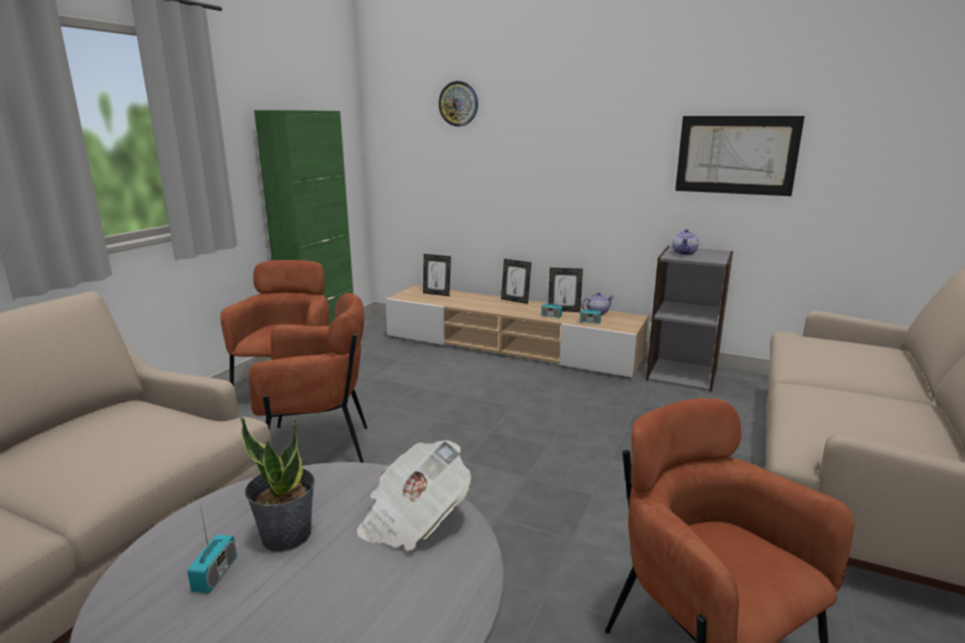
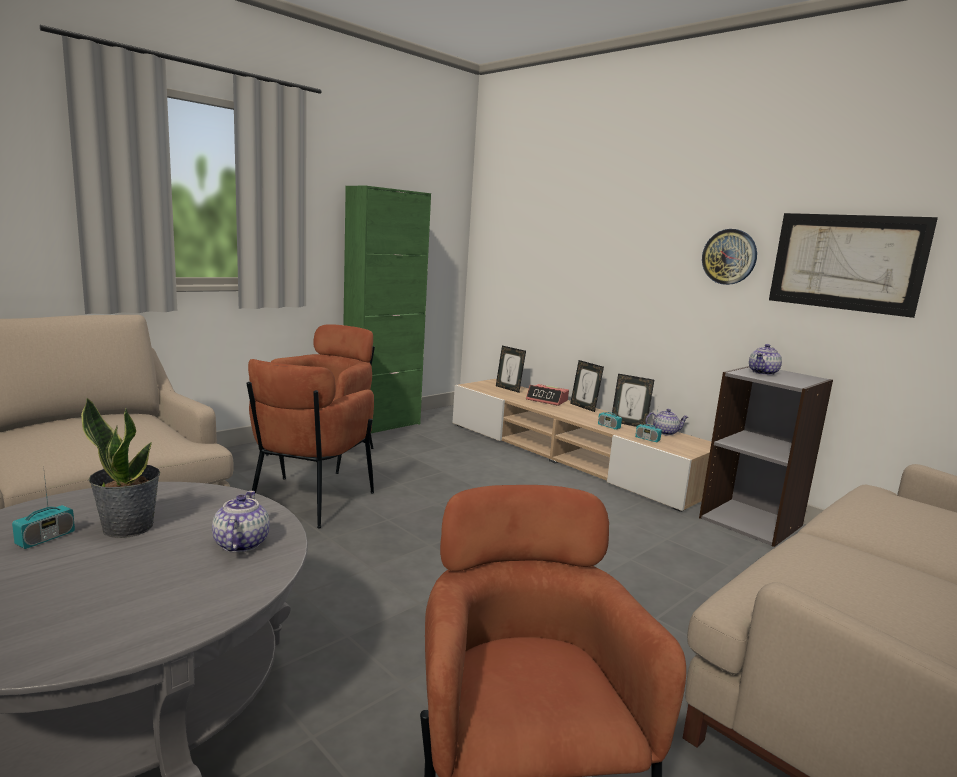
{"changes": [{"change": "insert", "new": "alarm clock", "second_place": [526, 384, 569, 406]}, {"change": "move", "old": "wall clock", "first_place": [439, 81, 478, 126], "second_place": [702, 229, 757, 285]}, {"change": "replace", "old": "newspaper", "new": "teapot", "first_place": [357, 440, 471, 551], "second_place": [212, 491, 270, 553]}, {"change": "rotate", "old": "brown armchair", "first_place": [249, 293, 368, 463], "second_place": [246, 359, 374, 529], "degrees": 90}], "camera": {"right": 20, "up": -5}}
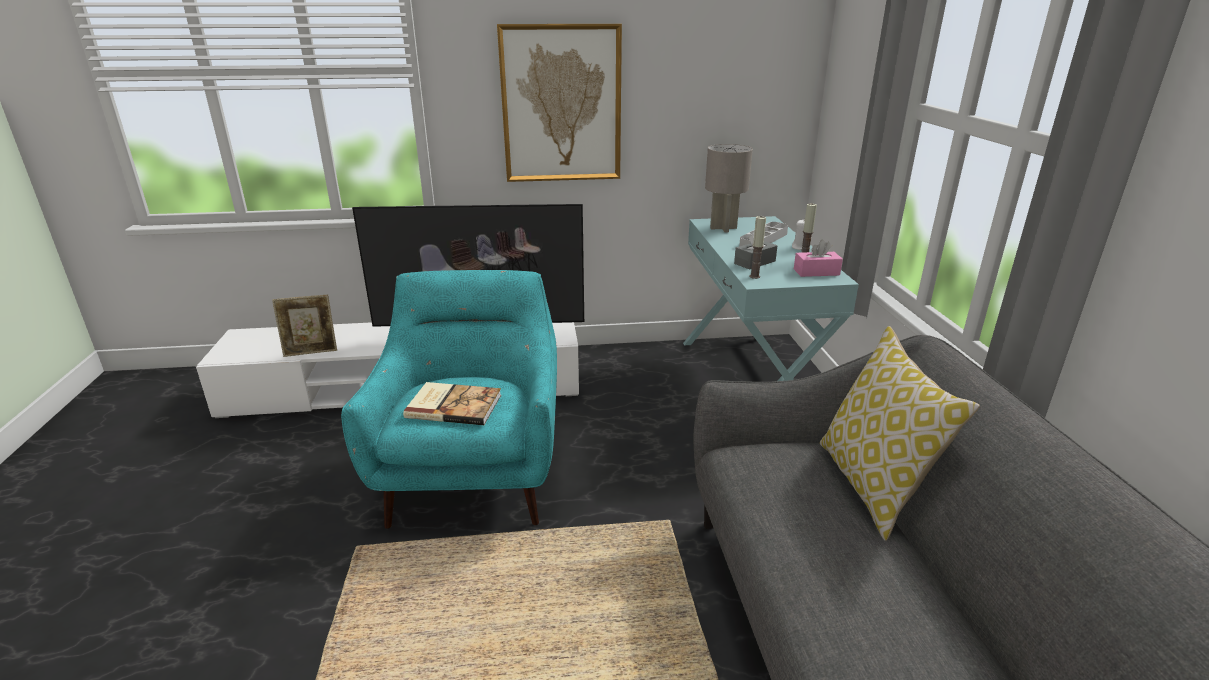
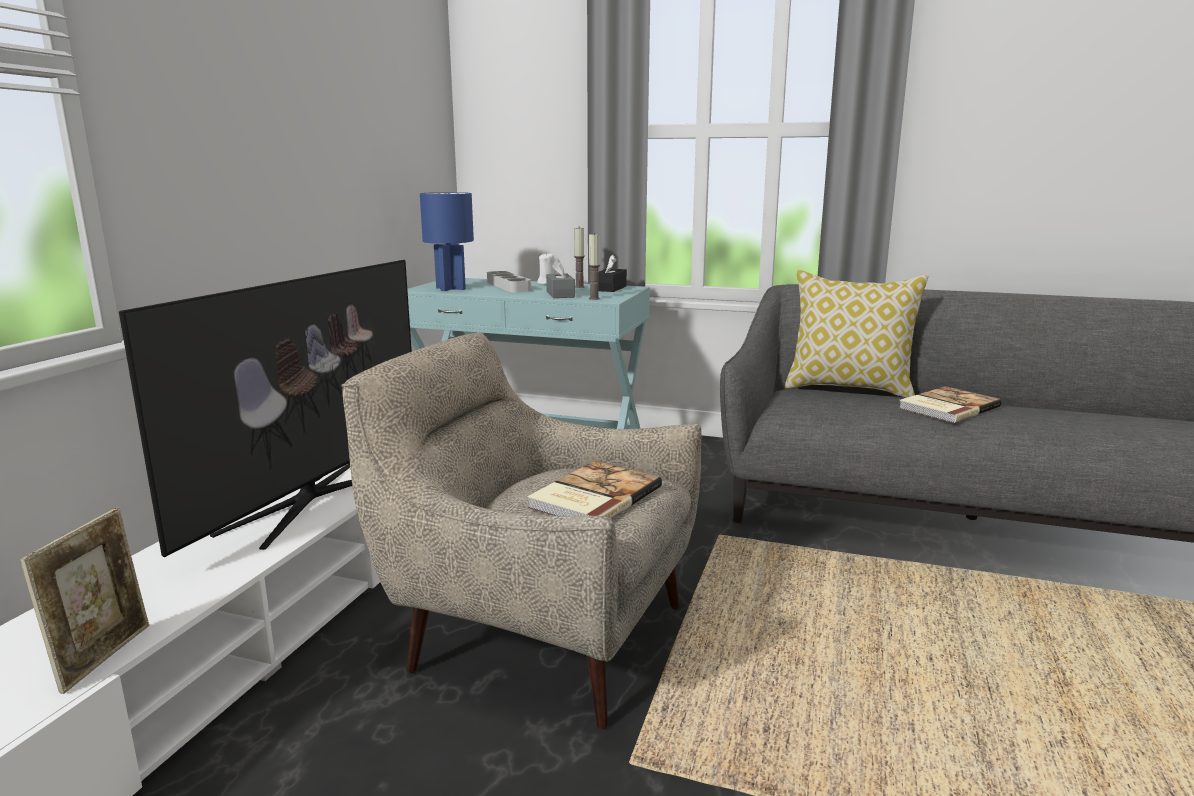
{"changes": [{"change": "delete", "old": "picture", "first_place": [497, 24, 622, 182]}, {"change": "insert", "new": "book", "second_place": [899, 386, 1001, 423]}, {"change": "recolor", "old": "turquoise armchair", "new": "beige armchair", "first_place": [341, 270, 557, 529], "second_place": [342, 333, 702, 729]}, {"change": "recolor", "old": "grey table lamp", "new": "blue table lamp", "first_place": [705, 144, 753, 233], "second_place": [420, 192, 474, 291]}, {"change": "recolor", "old": "pink tissue box", "new": "black tissue box", "first_place": [794, 240, 843, 277], "second_place": [598, 254, 627, 292]}], "camera": {"right": -65, "up": -10}}
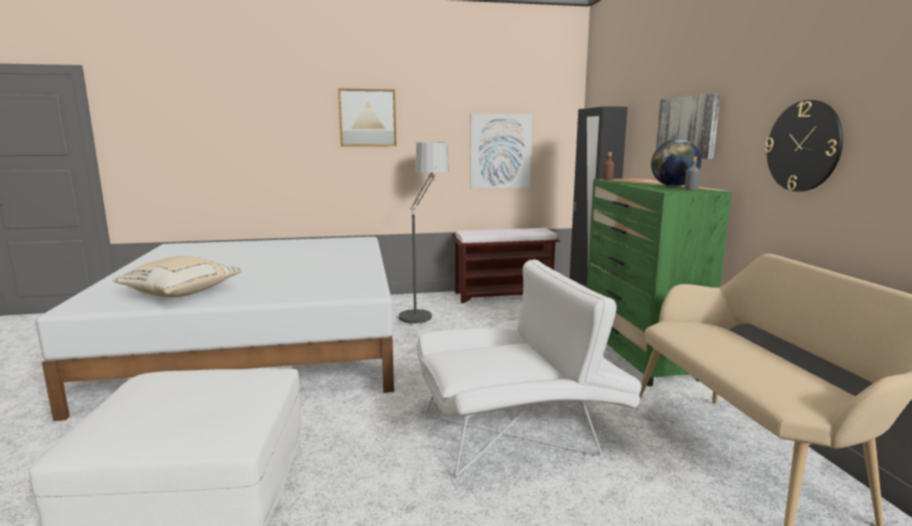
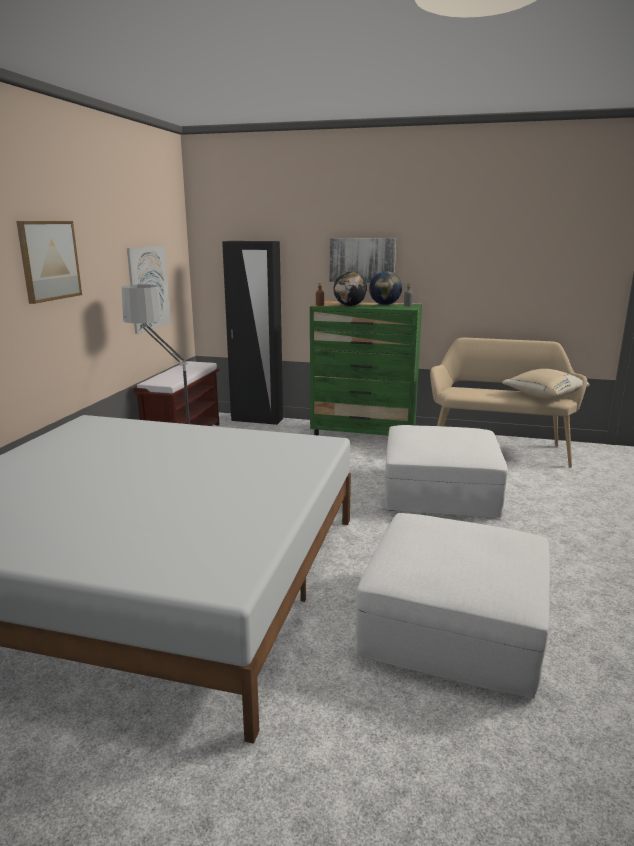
{"changes": [{"change": "delete", "old": "wall clock", "first_place": [765, 100, 843, 192]}, {"change": "insert", "new": "globe", "second_place": [334, 272, 367, 306]}, {"change": "move", "old": "beige pillow", "first_place": [113, 256, 242, 297], "second_place": [502, 369, 590, 399]}, {"change": "replace", "old": "white armchair", "new": "white ottoman", "first_place": [416, 259, 642, 476], "second_place": [385, 425, 508, 518]}], "camera": {"right": -65, "up": 5}}
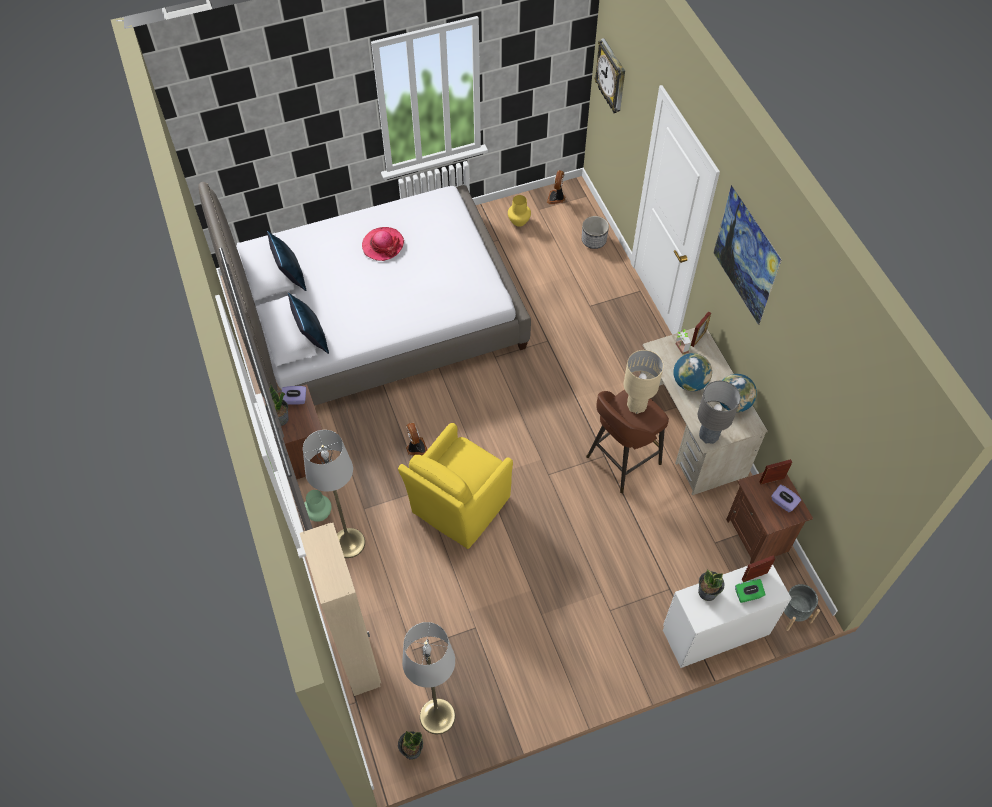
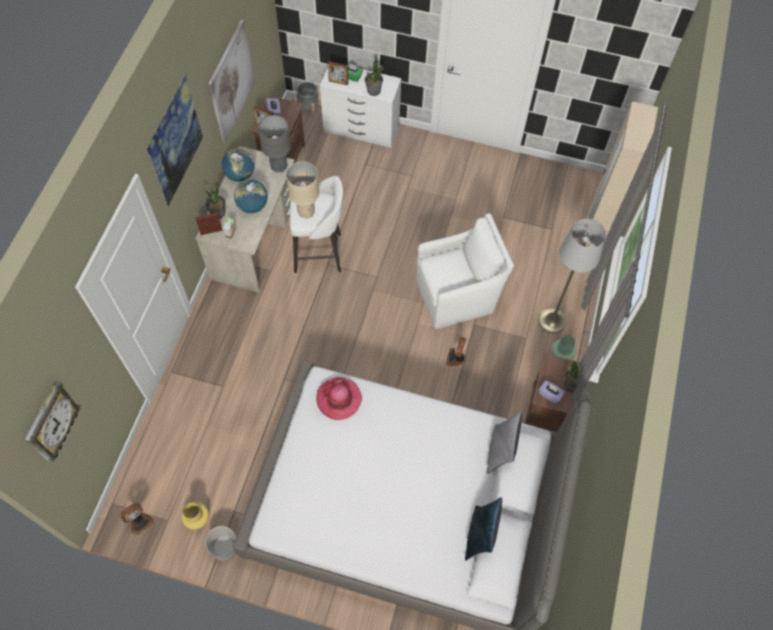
{"changes": [{"change": "delete", "old": "grey floor lamp", "first_place": [402, 622, 455, 734]}, {"change": "insert", "new": "picture", "second_place": [208, 20, 255, 143]}, {"change": "move", "old": "hat", "first_place": [362, 227, 404, 261], "second_place": [316, 377, 362, 420]}, {"change": "move", "old": "potted plant", "first_place": [398, 731, 423, 760], "second_place": [202, 181, 226, 219]}, {"change": "move", "old": "planter", "first_place": [582, 216, 609, 249], "second_place": [205, 526, 236, 561]}, {"change": "recolor", "old": "blue pillow", "new": "grey pillow", "first_place": [288, 293, 329, 354], "second_place": [486, 412, 522, 474]}, {"change": "recolor", "old": "yellow armchair", "new": "white armchair", "first_place": [398, 423, 513, 549], "second_place": [416, 213, 514, 329]}, {"change": "recolor", "old": "brown stool", "new": "white stool", "first_place": [586, 389, 669, 493], "second_place": [290, 176, 343, 273]}], "camera": {"right": -145, "up": 5}}
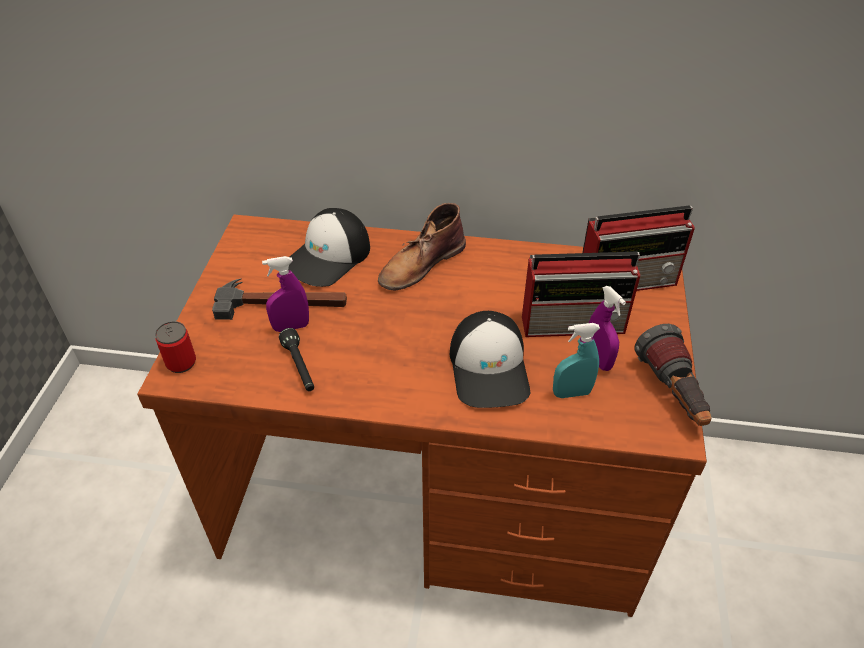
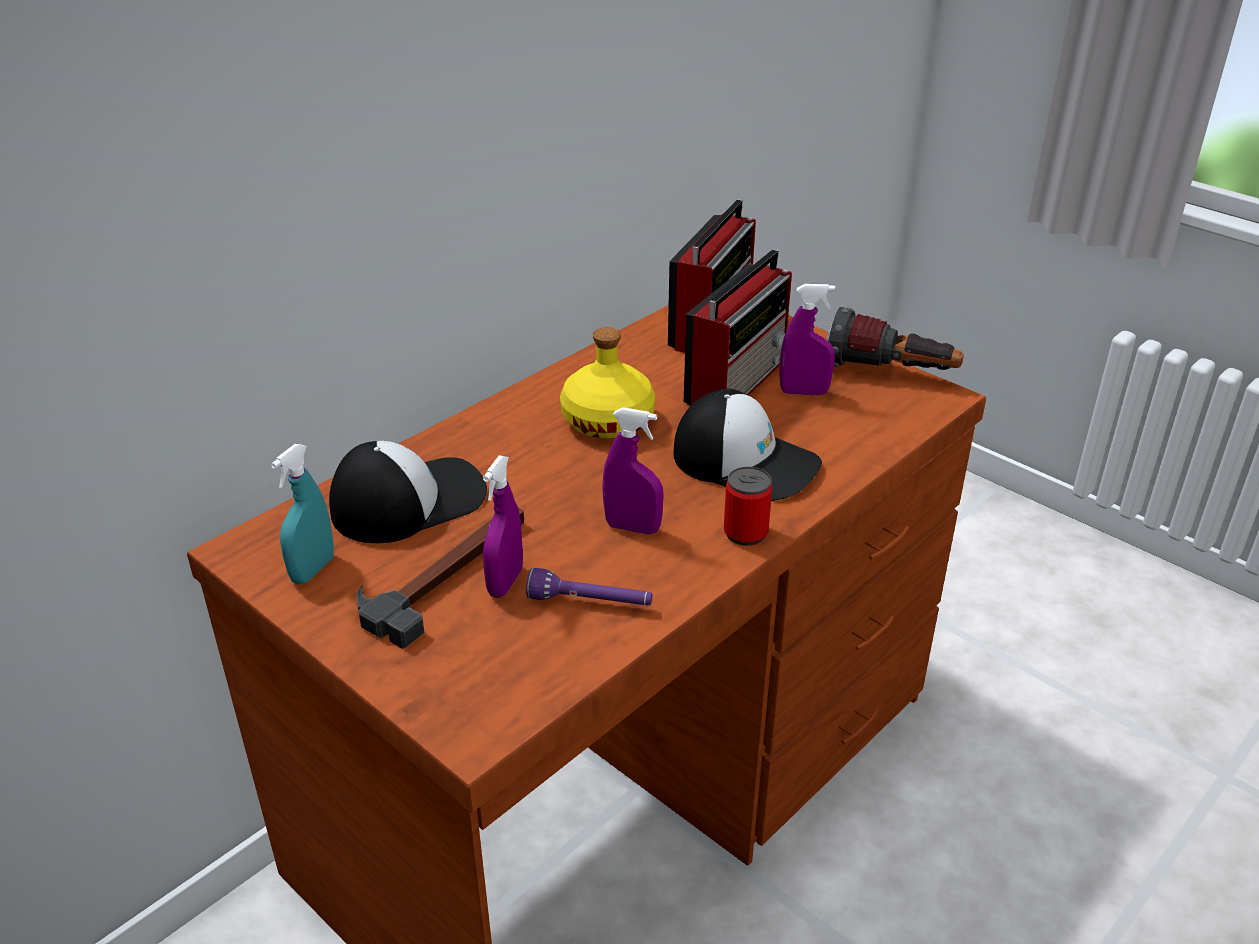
{"changes": [{"change": "delete", "old": "brown boot", "first_place": [378, 203, 466, 290]}, {"change": "insert", "new": "yellow bottle", "second_place": [560, 327, 655, 438]}, {"change": "insert", "new": "purple spray bottle", "second_place": [602, 407, 664, 534]}, {"change": "move", "old": "can", "first_place": [155, 321, 196, 373], "second_place": [724, 467, 772, 546]}, {"change": "move", "old": "turquoise spray bottle", "first_place": [553, 323, 600, 398], "second_place": [271, 444, 334, 584]}, {"change": "recolor", "old": "black flashlight", "new": "purple flashlight", "first_place": [279, 328, 314, 391], "second_place": [526, 568, 652, 605]}, {"change": "rotate", "old": "cap", "first_place": [288, 208, 370, 287], "second_place": [329, 441, 487, 543], "degrees": -105}], "camera": {"right": -55, "up": -10}}
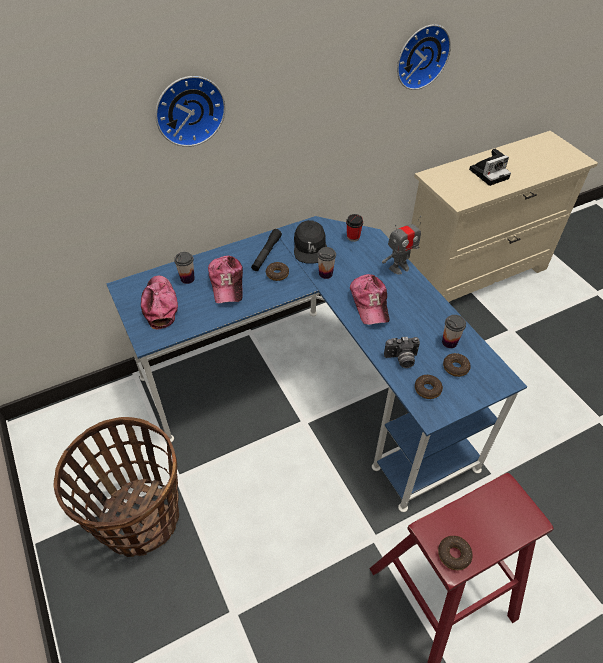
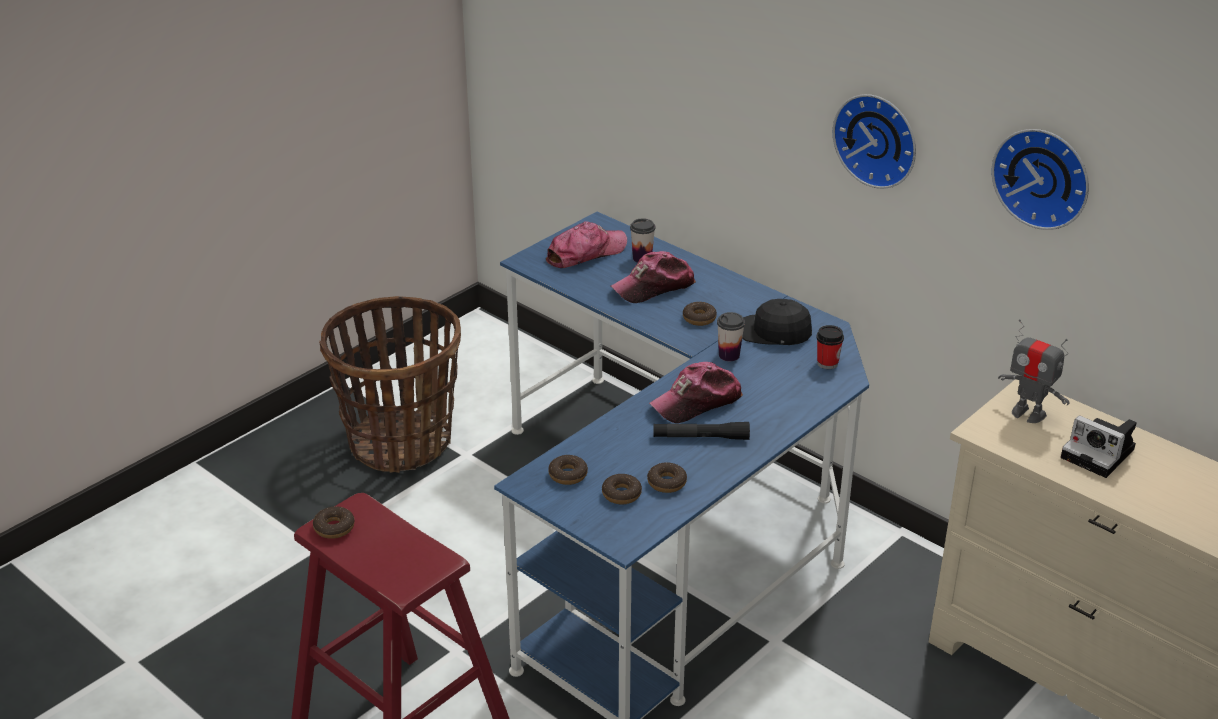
{"changes": [{"change": "delete", "old": "photo camera", "first_place": [384, 337, 420, 368]}, {"change": "move", "old": "wall clock", "first_place": [155, 76, 226, 147], "second_place": [833, 94, 916, 189]}, {"change": "move", "old": "black flashlight", "first_place": [251, 229, 282, 271], "second_place": [653, 422, 750, 440]}, {"change": "move", "old": "toy robot", "first_place": [382, 216, 421, 274], "second_place": [998, 319, 1070, 423]}, {"change": "replace", "old": "cup", "new": "donut", "first_place": [442, 315, 466, 348], "second_place": [647, 462, 687, 493]}, {"change": "rotate", "old": "black cap", "first_place": [294, 220, 327, 263], "second_place": [742, 299, 812, 345], "degrees": 45}], "camera": {"right": 70, "up": -15}}
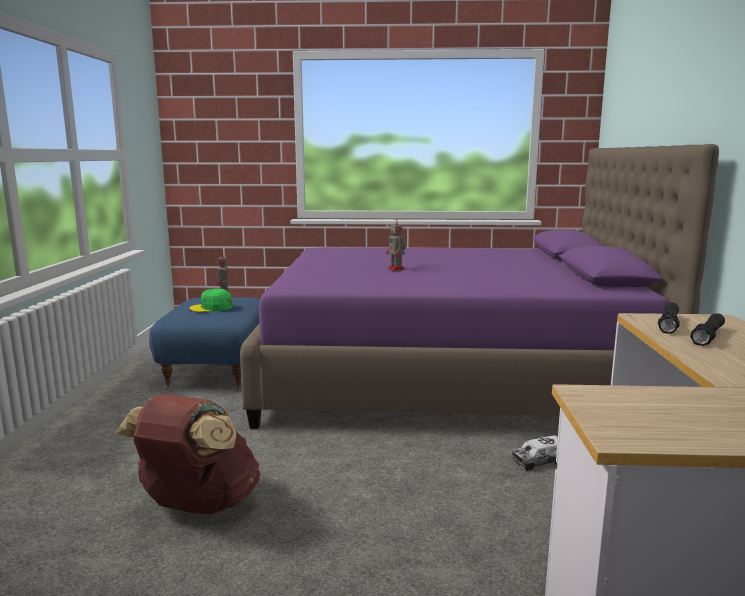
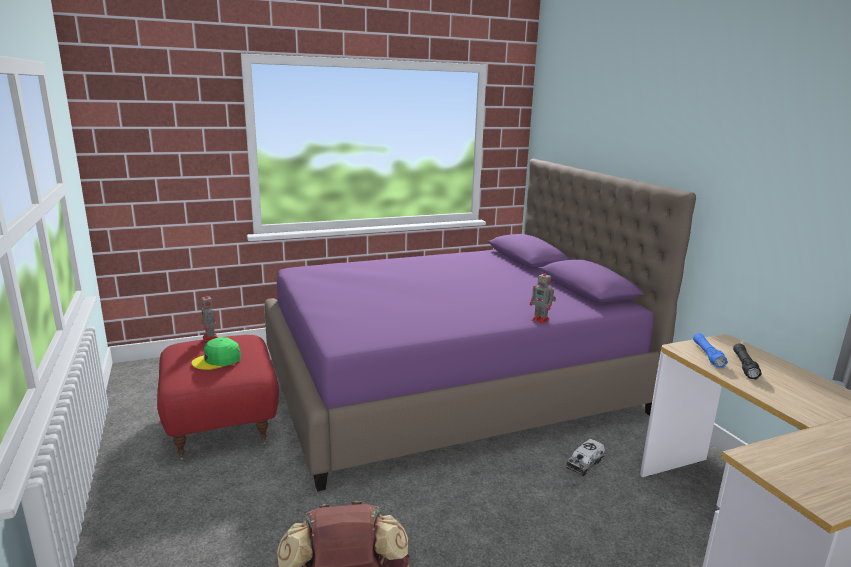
{"changes": [{"change": "move", "old": "toy robot", "first_place": [386, 220, 405, 271], "second_place": [530, 269, 556, 324]}, {"change": "recolor", "old": "blue ottoman", "new": "red ottoman", "first_place": [149, 297, 260, 391], "second_place": [157, 335, 279, 461]}, {"change": "recolor", "old": "black flashlight", "new": "blue flashlight", "first_place": [658, 303, 680, 334], "second_place": [693, 333, 728, 368]}], "camera": {"right": -25, "up": 5}}
